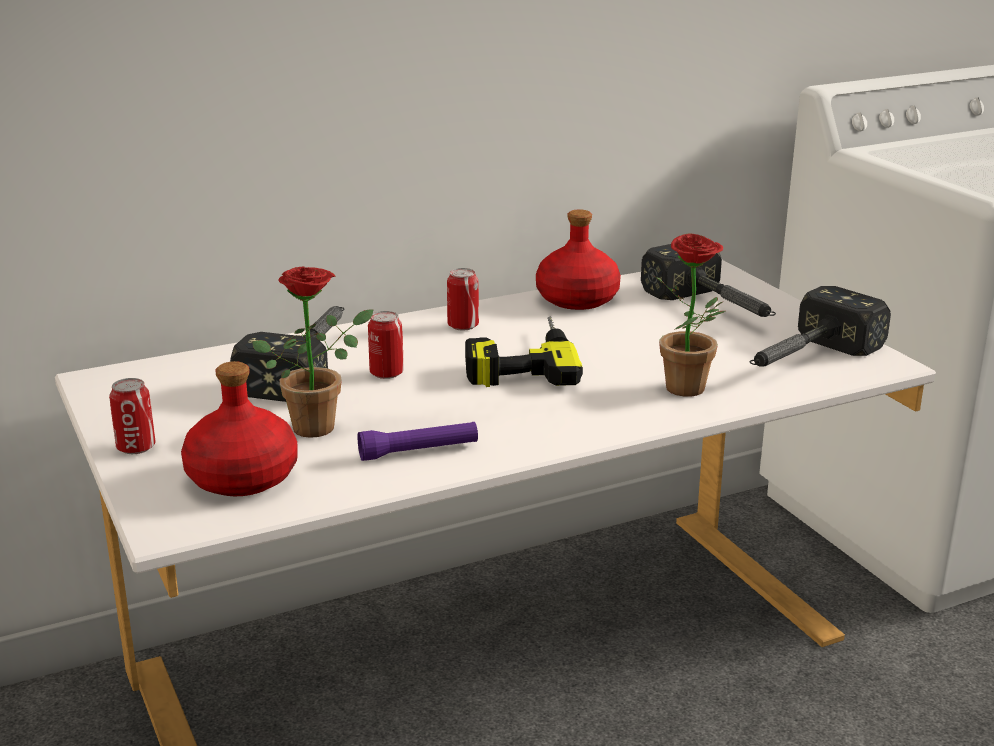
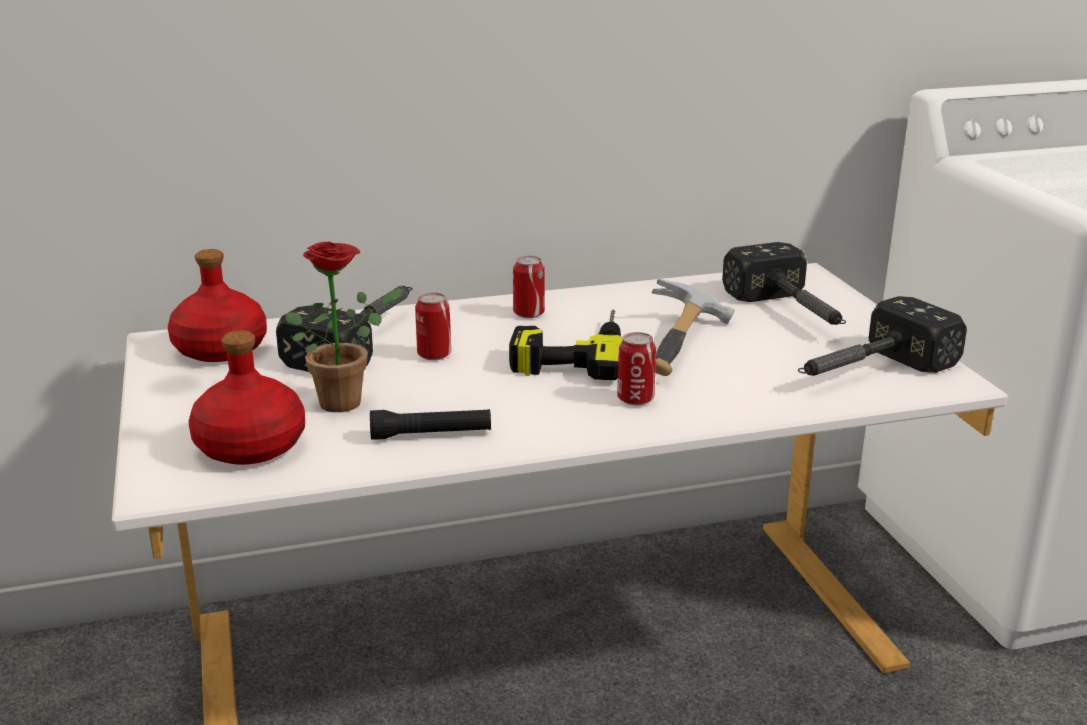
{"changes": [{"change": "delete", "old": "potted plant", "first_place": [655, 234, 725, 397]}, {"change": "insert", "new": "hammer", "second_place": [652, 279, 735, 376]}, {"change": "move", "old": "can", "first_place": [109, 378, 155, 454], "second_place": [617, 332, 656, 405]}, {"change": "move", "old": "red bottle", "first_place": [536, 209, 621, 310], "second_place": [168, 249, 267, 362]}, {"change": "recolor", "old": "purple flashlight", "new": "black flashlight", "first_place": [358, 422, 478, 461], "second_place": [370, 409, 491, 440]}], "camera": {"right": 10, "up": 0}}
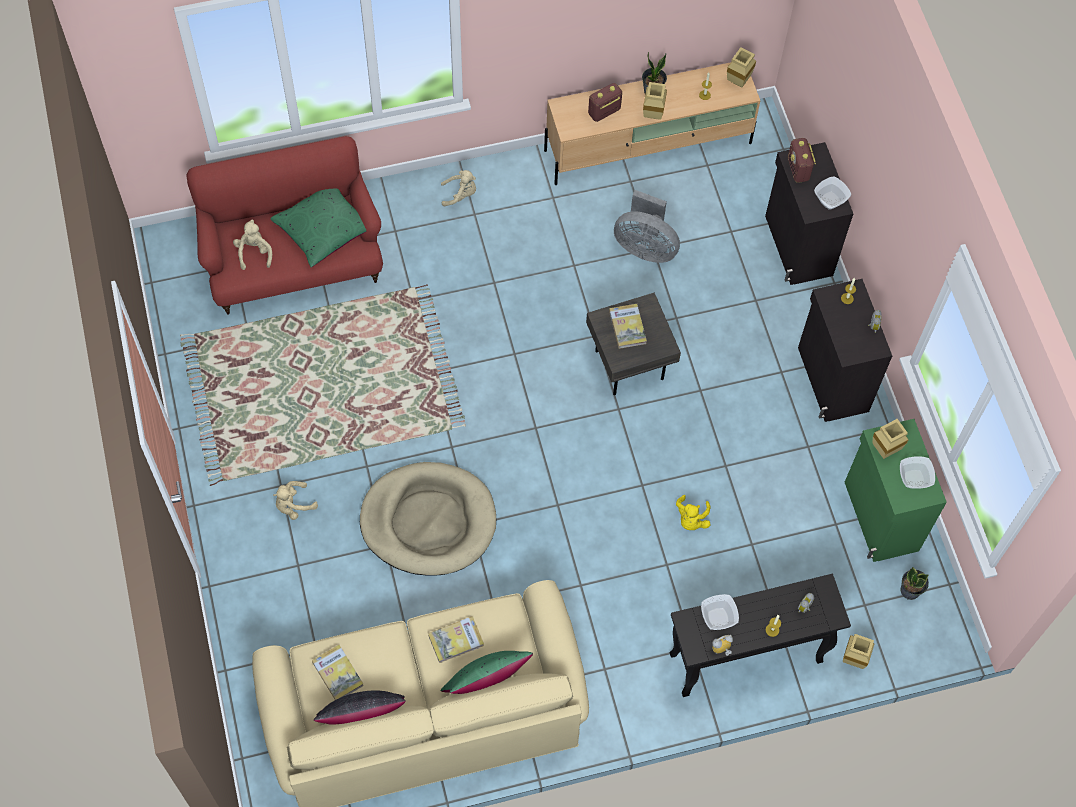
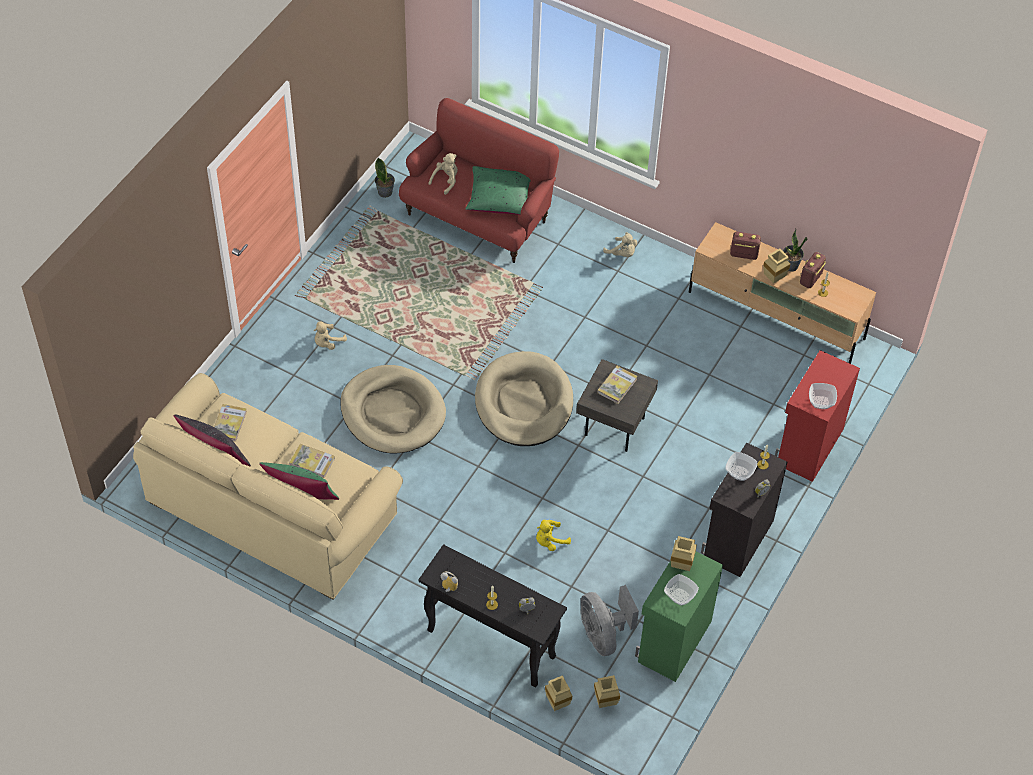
{"changes": [{"change": "insert", "new": "beige dog bed", "second_place": [475, 351, 573, 446]}, {"change": "move", "old": "grey fan", "first_place": [614, 190, 680, 263], "second_place": [580, 585, 639, 656]}, {"change": "move", "old": "bowl", "first_place": [701, 594, 739, 630], "second_place": [725, 452, 757, 481]}, {"change": "move", "old": "beige vase", "first_place": [727, 47, 756, 87], "second_place": [594, 675, 620, 708]}, {"change": "move", "old": "radio", "first_place": [788, 138, 816, 183], "second_place": [800, 252, 826, 288]}, {"change": "move", "old": "potted plant", "first_place": [901, 567, 929, 600], "second_place": [375, 158, 395, 198]}, {"change": "recolor", "old": "black cabinet", "new": "red cabinet", "first_place": [765, 142, 853, 285], "second_place": [775, 350, 860, 482]}, {"change": "rotate", "old": "beige plush toy", "first_place": [273, 481, 318, 520], "second_place": [314, 321, 347, 350], "degrees": -60}], "camera": {"right": 45, "up": -10}}
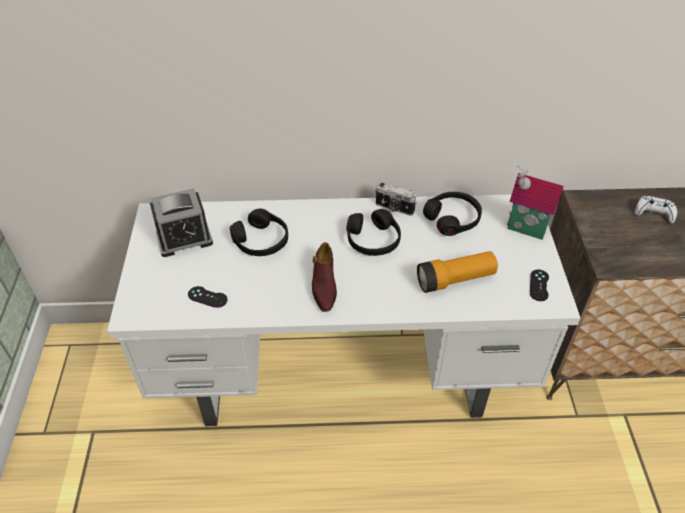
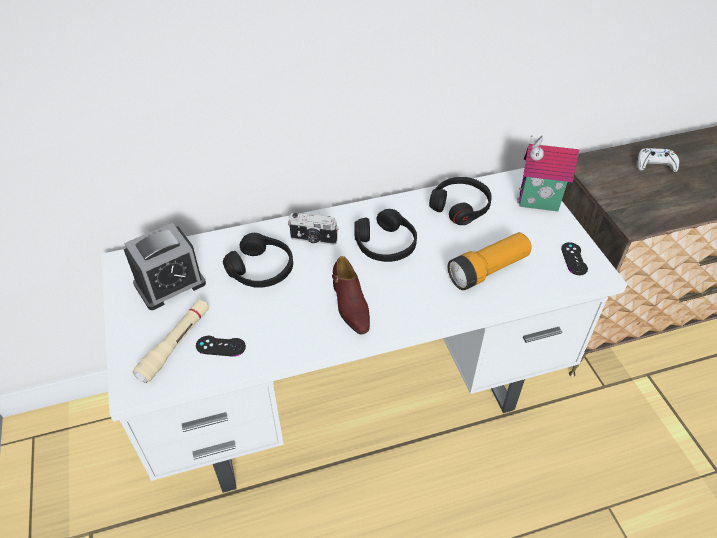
{"changes": [{"change": "insert", "new": "beige flashlight", "second_place": [132, 299, 209, 383]}, {"change": "move", "old": "photo camera", "first_place": [376, 183, 417, 216], "second_place": [288, 213, 339, 245]}], "camera": {"right": -15, "up": 0}}
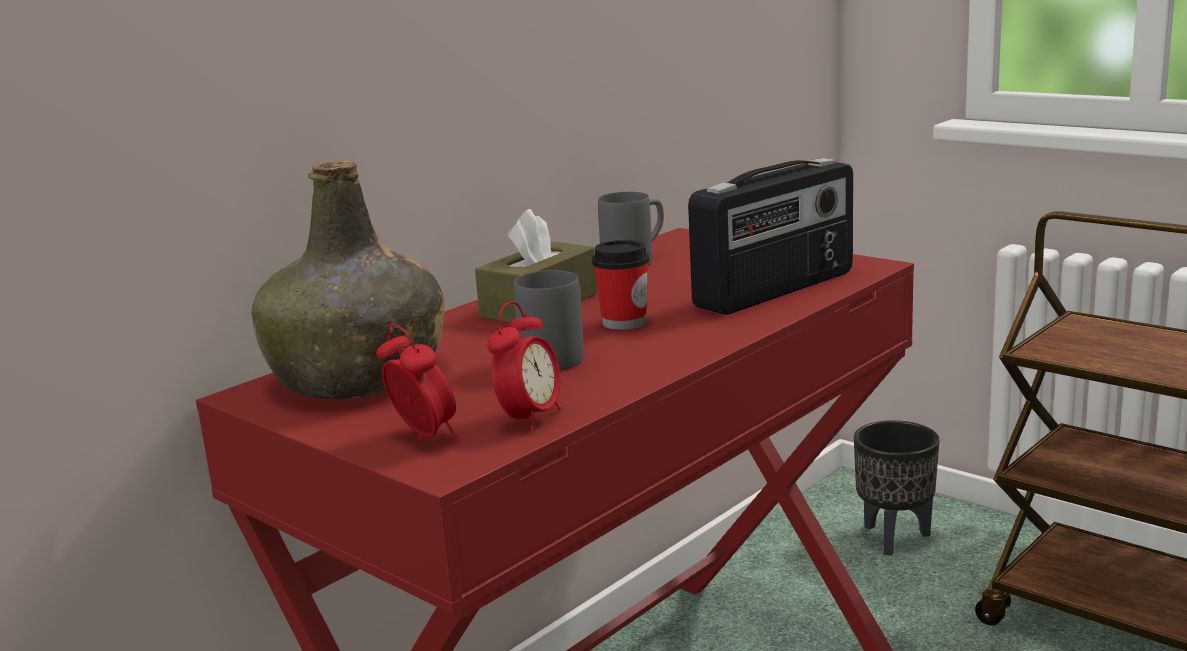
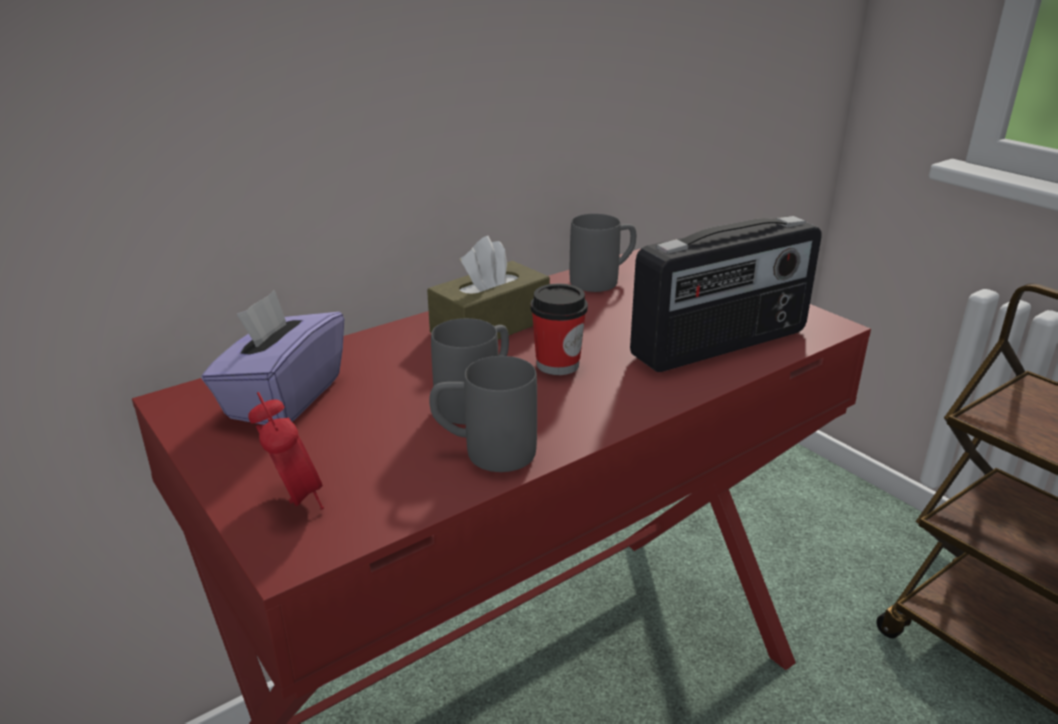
{"changes": [{"change": "delete", "old": "alarm clock", "first_place": [487, 301, 561, 431]}, {"change": "delete", "old": "black planter", "first_place": [854, 420, 939, 556]}, {"change": "insert", "new": "grey mug", "second_place": [430, 356, 537, 472]}, {"change": "replace", "old": "green bottle", "new": "purple tissue box", "first_place": [251, 161, 444, 399], "second_place": [202, 290, 344, 425]}], "camera": {"right": 10, "up": 10}}
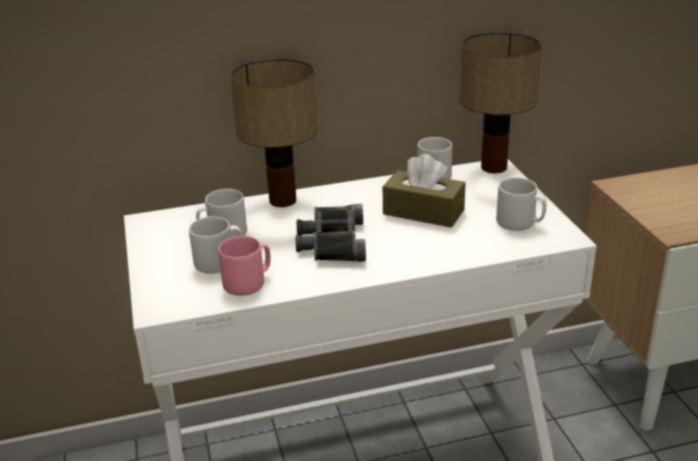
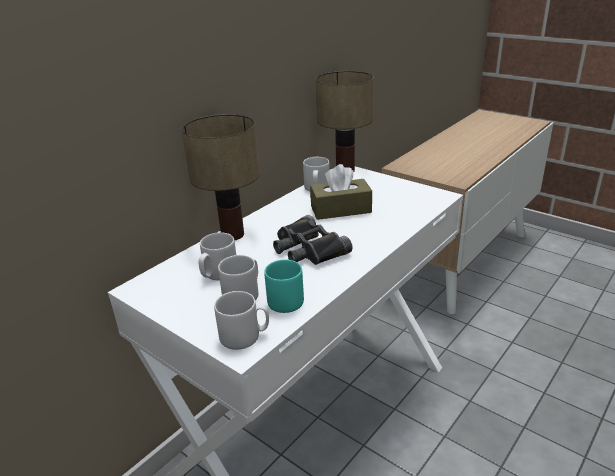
{"changes": [{"change": "move", "old": "grey mug", "first_place": [496, 178, 546, 231], "second_place": [214, 291, 269, 350]}, {"change": "recolor", "old": "pink mug", "new": "turquoise mug", "first_place": [218, 236, 271, 296], "second_place": [264, 260, 304, 313]}], "camera": {"right": -35, "up": 0}}
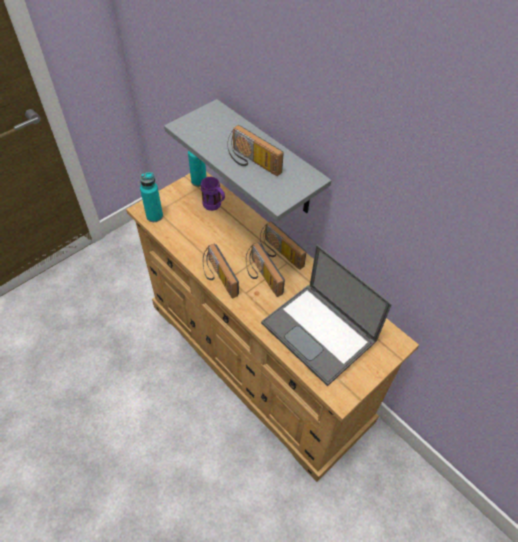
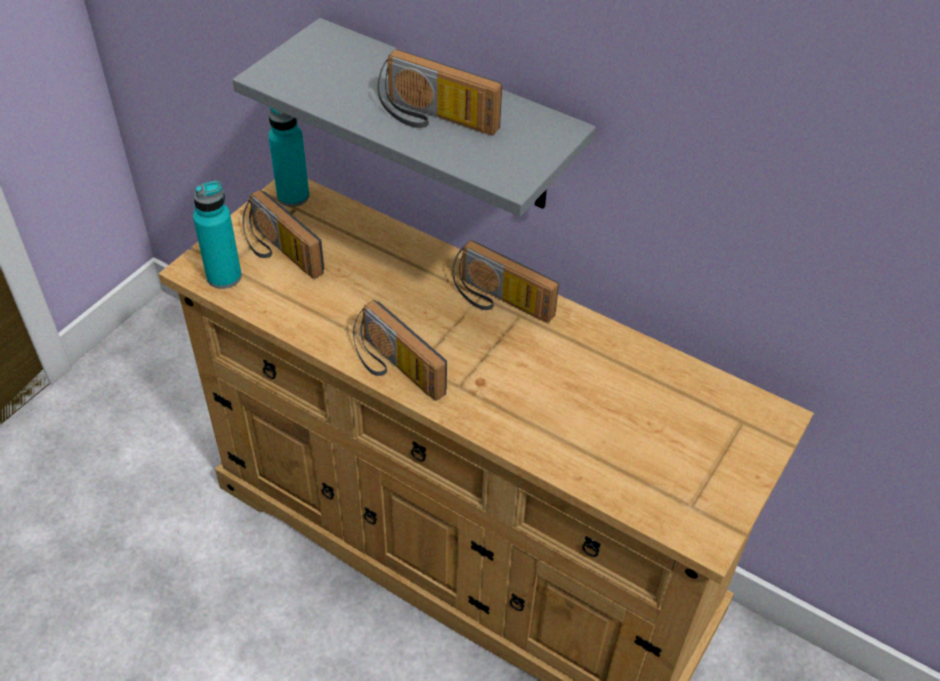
{"changes": [{"change": "delete", "old": "purple mug", "first_place": [201, 177, 225, 211]}, {"change": "delete", "old": "laptop", "first_place": [261, 244, 392, 386]}, {"change": "move", "old": "radio", "first_place": [246, 242, 285, 297], "second_place": [242, 190, 324, 279]}], "camera": {"right": -15, "up": -5}}
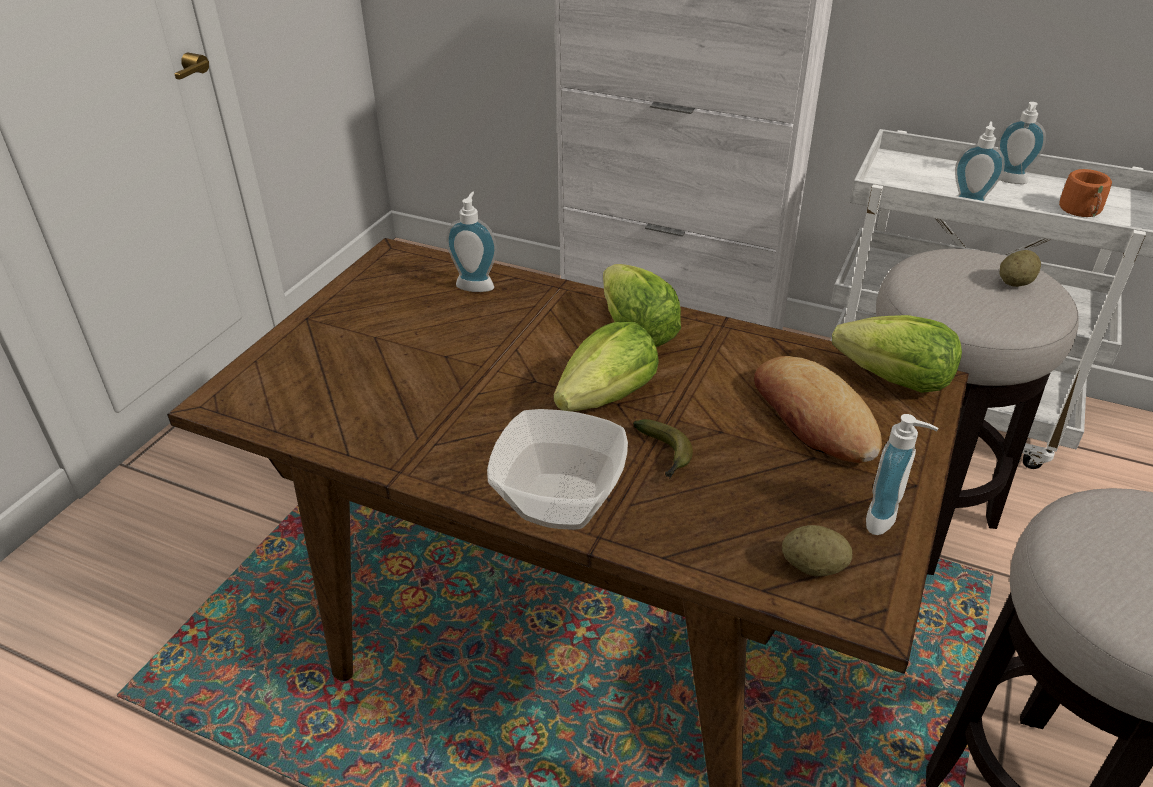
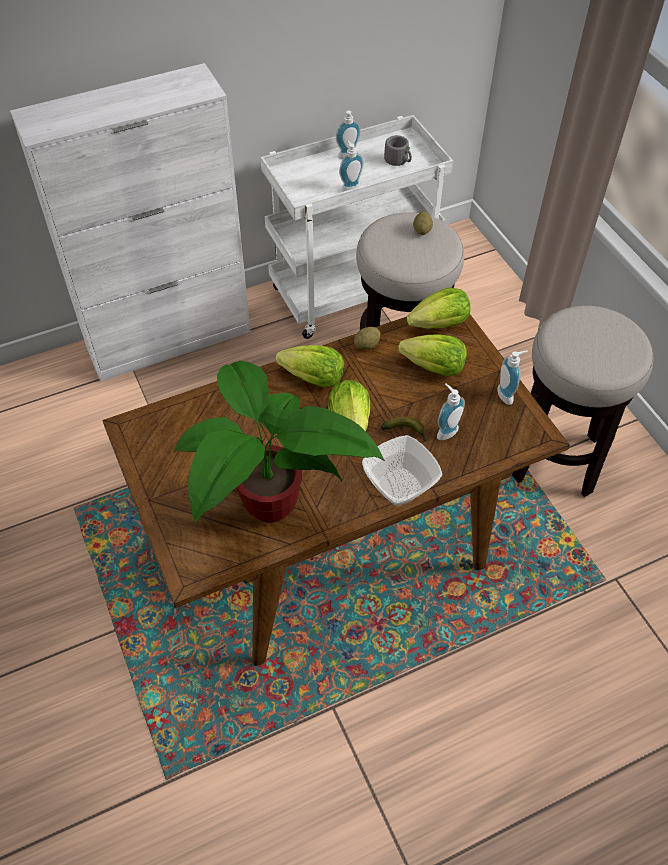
{"changes": [{"change": "insert", "new": "potted plant", "second_place": [174, 361, 385, 524]}, {"change": "move", "old": "soap dispenser", "first_place": [446, 192, 497, 292], "second_place": [437, 383, 465, 440]}, {"change": "move", "old": "potato", "first_place": [782, 525, 852, 577], "second_place": [354, 327, 381, 350]}, {"change": "replace", "old": "bread", "new": "lettuce", "first_place": [754, 356, 882, 463], "second_place": [398, 334, 467, 377]}, {"change": "recolor", "old": "orange mug", "new": "grey mug", "first_place": [1059, 169, 1112, 217], "second_place": [384, 135, 412, 166]}], "camera": {"right": -50, "up": 15}}
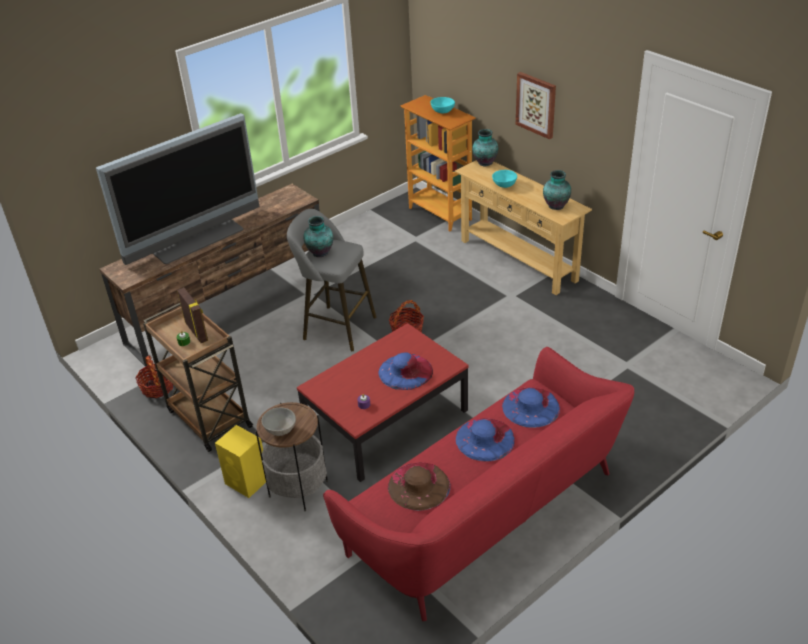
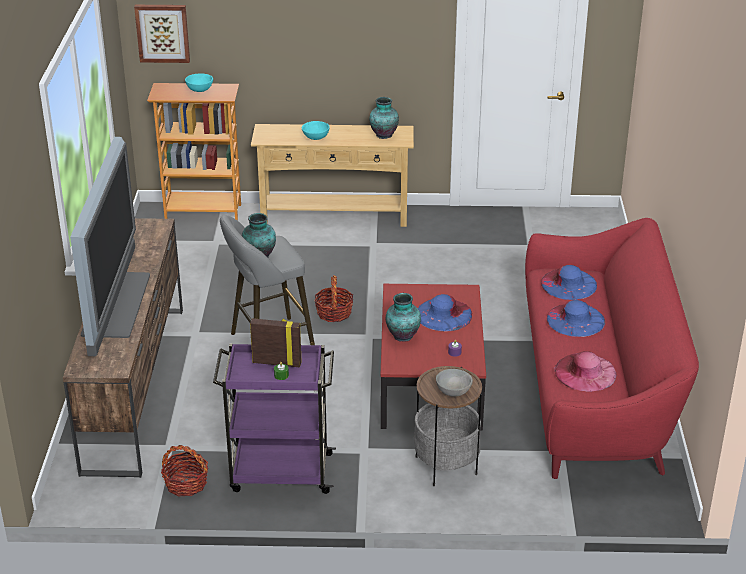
{"changes": [{"change": "delete", "old": "yellow speaker", "first_place": [215, 425, 266, 498]}, {"change": "move", "old": "vase", "first_place": [472, 129, 498, 166], "second_place": [385, 293, 421, 342]}, {"change": "move", "old": "picture", "first_place": [516, 72, 556, 139], "second_place": [134, 5, 190, 63]}, {"change": "recolor", "old": "brown cart", "new": "purple cart", "first_place": [143, 303, 253, 452], "second_place": [213, 343, 336, 494]}, {"change": "recolor", "old": "brown hat", "new": "pink hat", "first_place": [388, 463, 451, 511], "second_place": [554, 351, 616, 392]}], "camera": {"right": -50, "up": -5}}
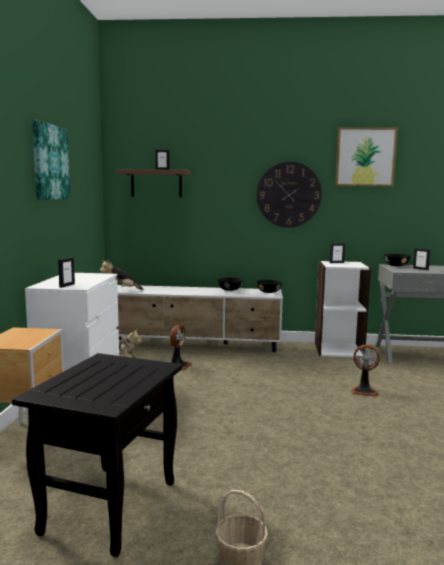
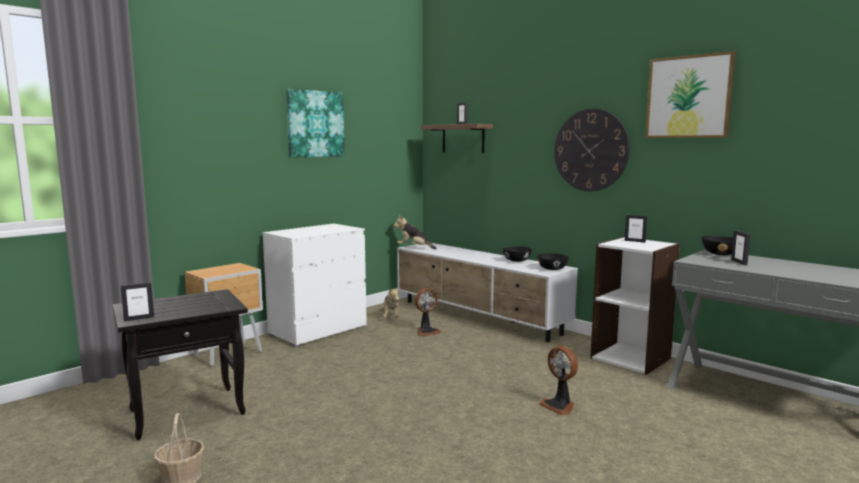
{"changes": [{"change": "move", "old": "picture frame", "first_place": [58, 257, 75, 288], "second_place": [120, 282, 154, 322]}], "camera": {"right": 40, "up": 0}}
